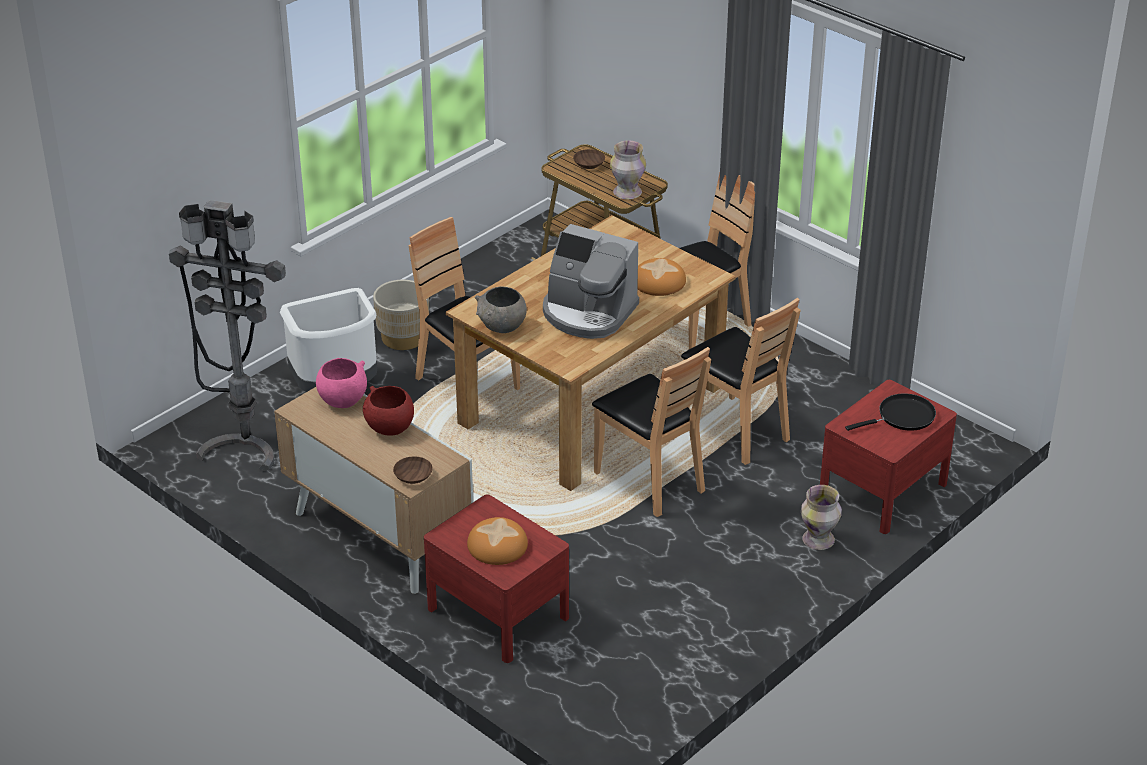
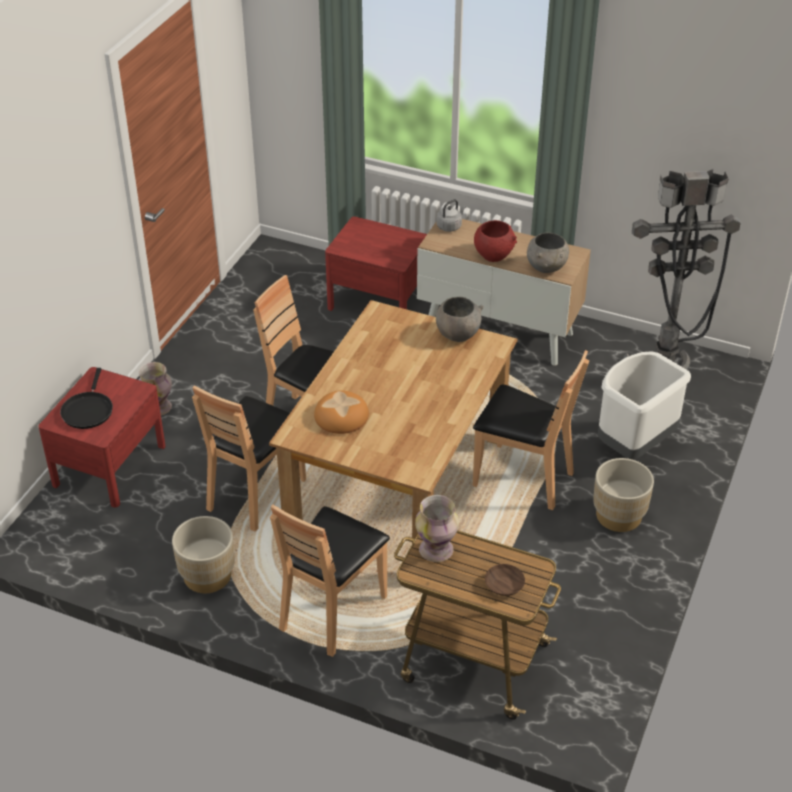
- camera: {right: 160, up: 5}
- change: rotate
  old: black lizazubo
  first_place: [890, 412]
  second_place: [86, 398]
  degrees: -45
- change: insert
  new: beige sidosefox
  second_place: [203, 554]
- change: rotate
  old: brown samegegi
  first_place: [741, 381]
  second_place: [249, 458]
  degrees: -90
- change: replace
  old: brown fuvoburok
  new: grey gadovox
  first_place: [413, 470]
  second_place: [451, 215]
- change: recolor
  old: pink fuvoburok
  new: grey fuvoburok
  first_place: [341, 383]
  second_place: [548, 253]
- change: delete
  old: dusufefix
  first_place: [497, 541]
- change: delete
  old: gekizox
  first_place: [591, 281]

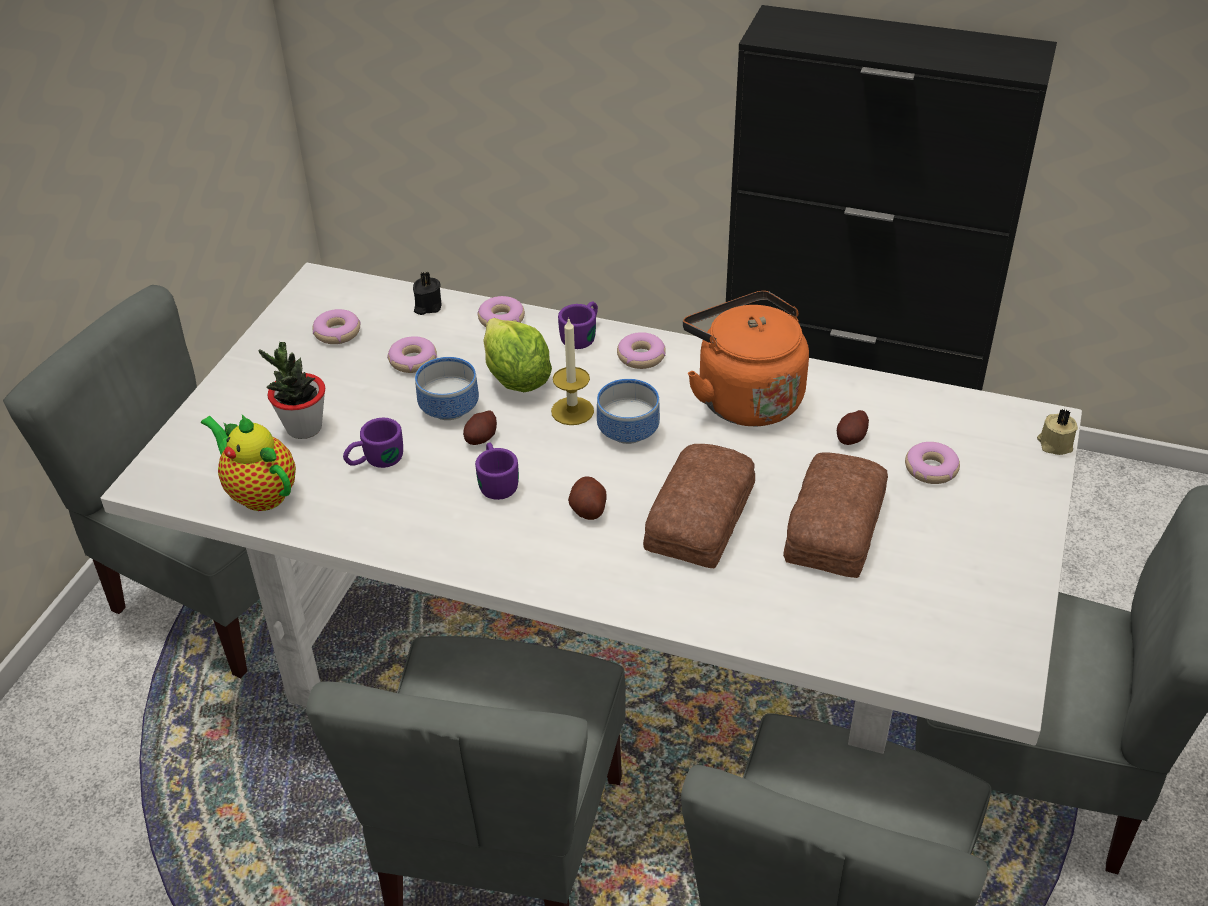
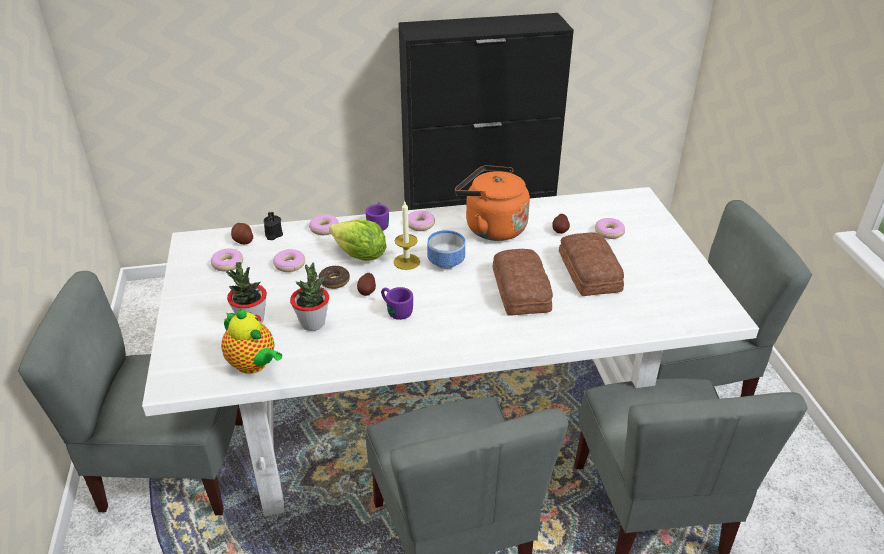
- camera: {right: -30, up: -5}
- change: rotate
  old: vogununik
  first_place: [248, 463]
  second_place: [251, 341]
  degrees: -150
- change: move
  old: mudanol
  first_place: [587, 498]
  second_place: [242, 233]
- change: replace
  old: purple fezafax
  new: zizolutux
  first_place: [373, 442]
  second_place: [309, 297]
- change: replace
  old: fuvoburok
  new: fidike
  first_place: [447, 388]
  second_place: [334, 277]
- change: delete
  old: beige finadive
  first_place: [1057, 432]

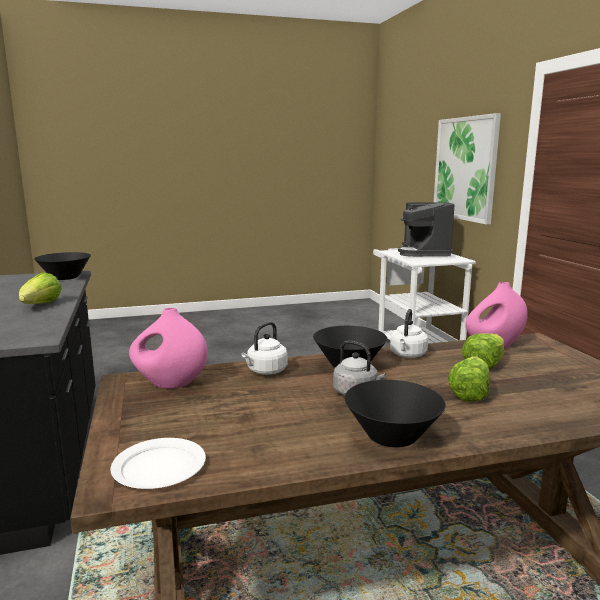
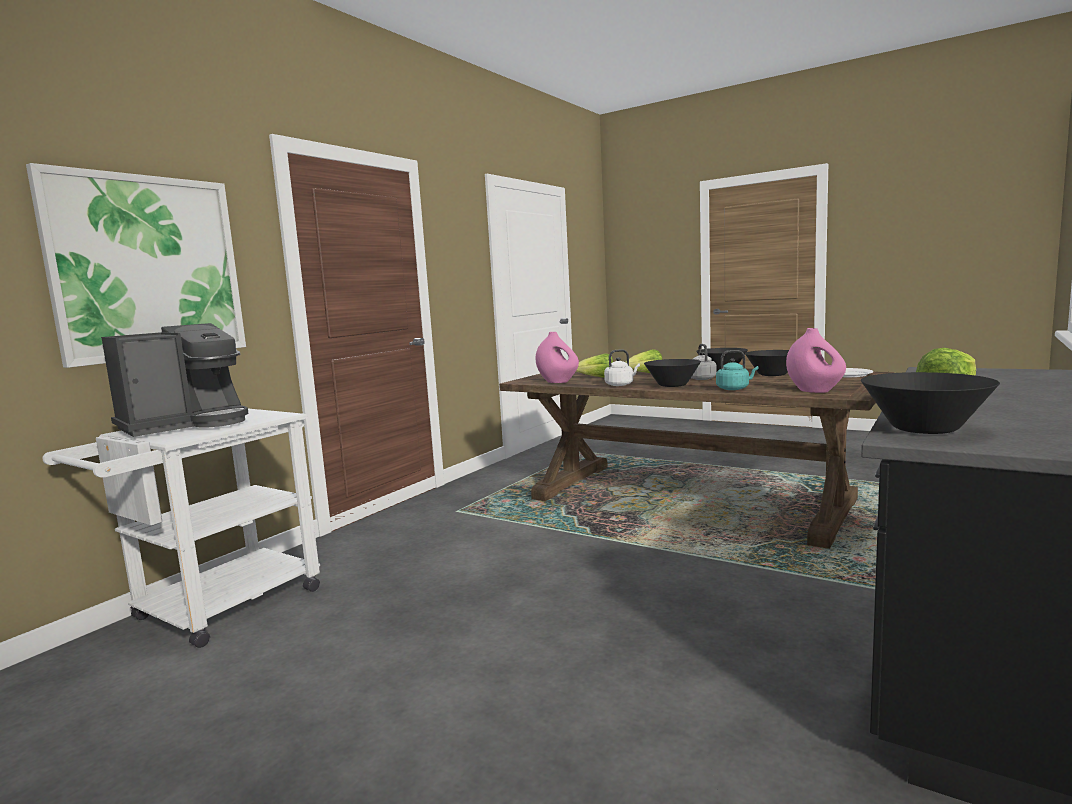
- camera: {right: -130, up: -5}
- change: recolor
  old: white gadovox
  new: turquoise gadovox
  first_place: [264, 348]
  second_place: [737, 370]
- change: insert
  new: black fuvoburok
  second_place: [767, 363]

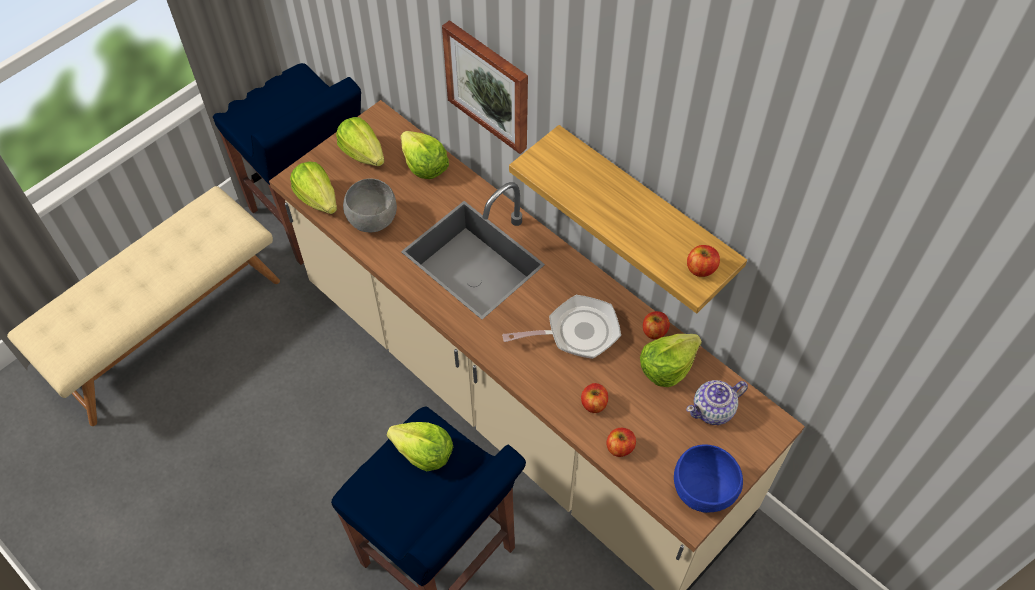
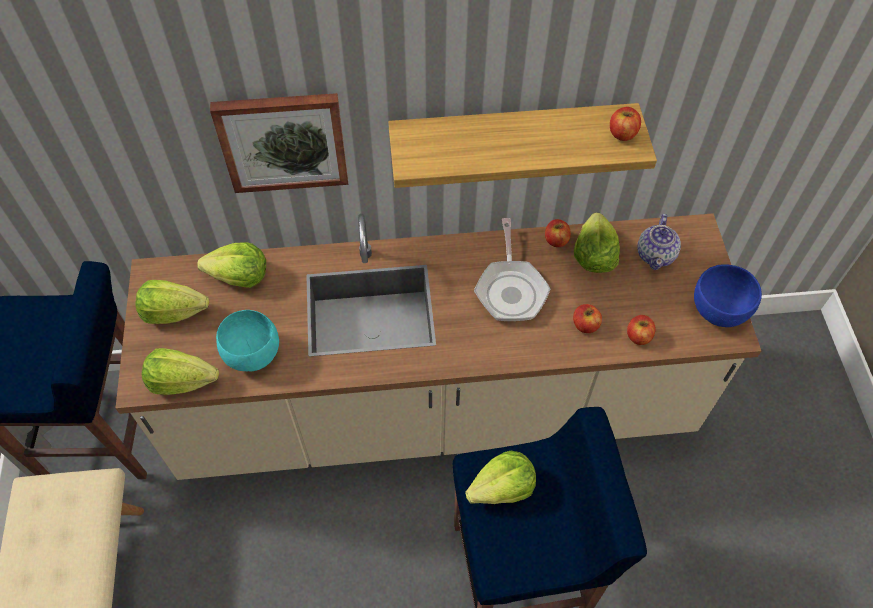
- camera: {right: -50, up: 0}
- change: recolor
  old: grey fuvoburok
  new: turquoise fuvoburok
  first_place: [370, 206]
  second_place: [247, 340]
- change: rotate
  old: lizazubo
  first_place: [561, 327]
  second_place: [512, 269]
  degrees: 150

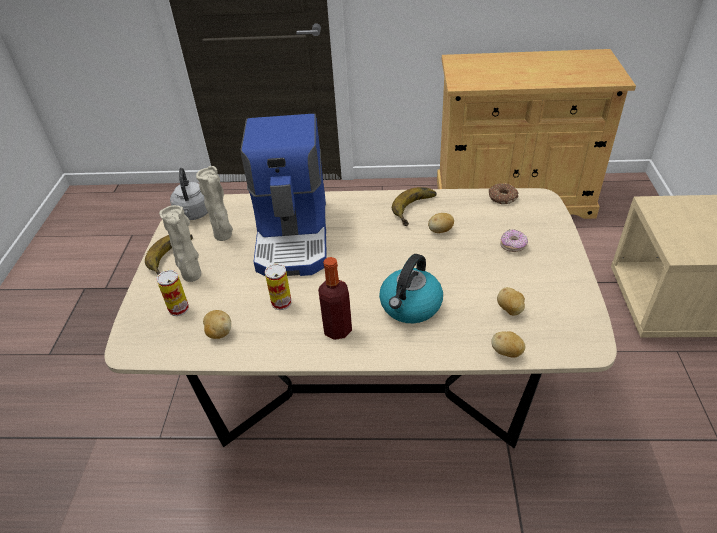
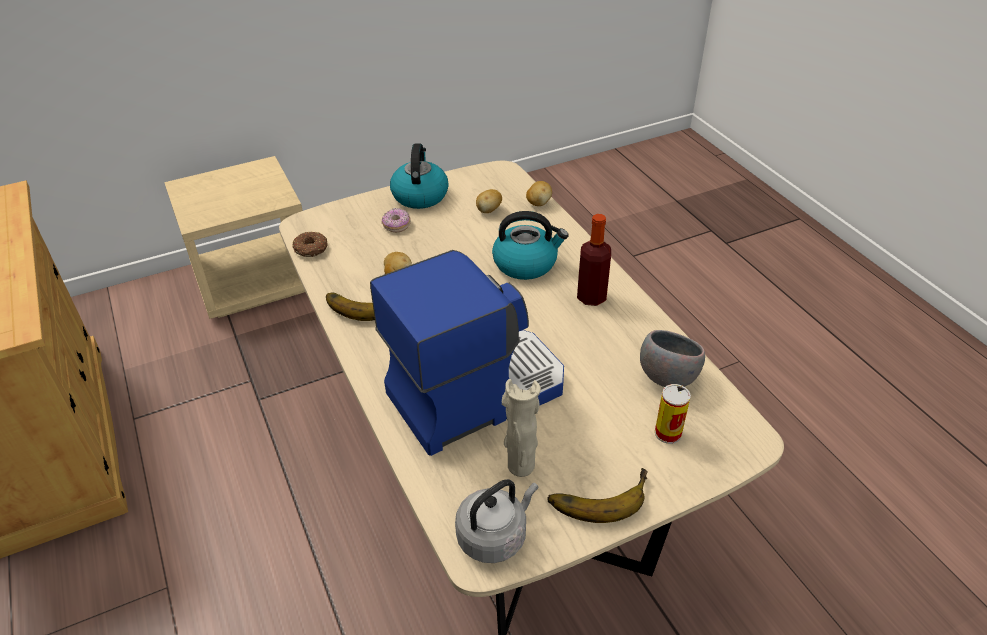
- camera: {right: -120, up: 0}
- change: insert
  new: gadovox
  second_place: [419, 176]
- change: replace
  old: mudanol
  new: grey fuvoburok
  first_place: [217, 324]
  second_place: [672, 358]
- change: delete
  old: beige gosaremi
  first_place: [180, 243]
- change: delete
  old: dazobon
  first_place: [278, 287]

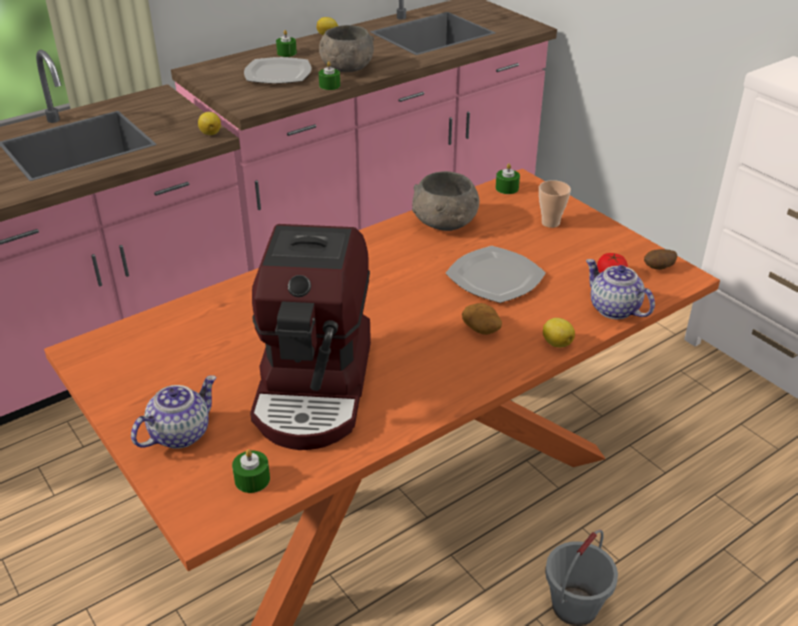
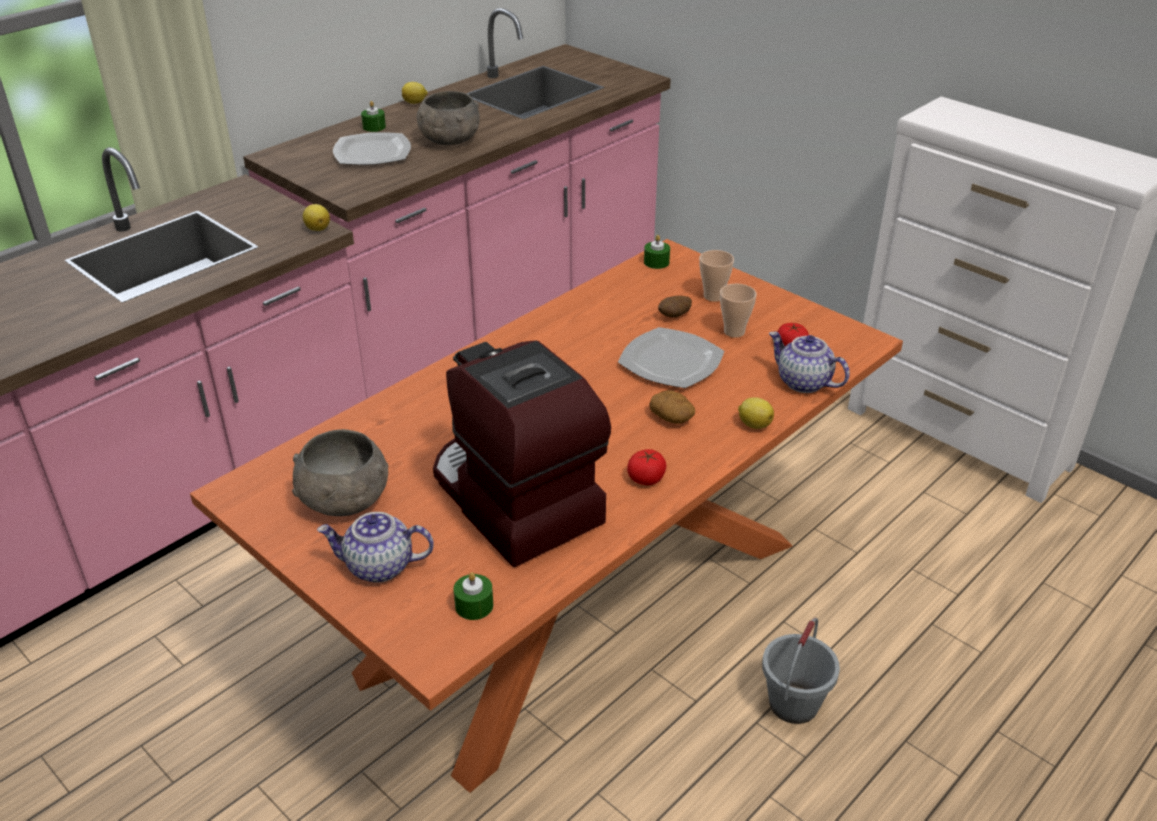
- camera: {right: -10, up: 0}
- change: move
  old: grey fuvoburok
  first_place: [445, 201]
  second_place: [340, 472]
- change: rotate
  old: vogununik
  first_place: [174, 412]
  second_place: [375, 547]
  degrees: -120
- change: rotate
  old: gekizox
  first_place: [310, 337]
  second_place: [522, 453]
  degrees: 150
- change: insert
  new: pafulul
  second_place: [646, 467]
- change: move
  old: mudanol
  first_place: [660, 259]
  second_place: [675, 307]
- change: insert
  new: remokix
  second_place: [738, 311]
- change: delete
  old: green finadive
  first_place: [329, 75]

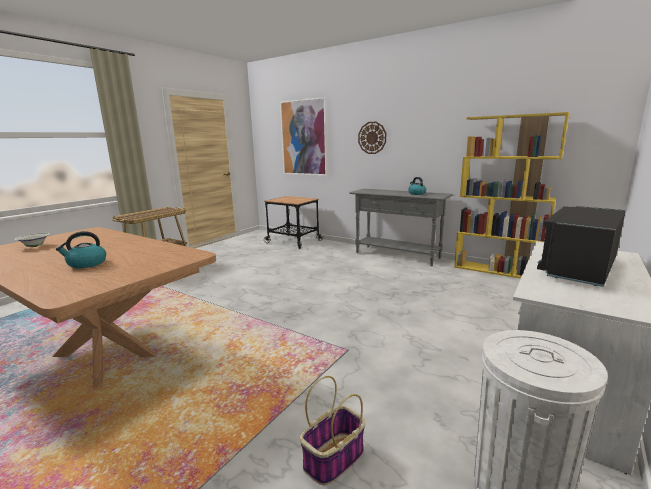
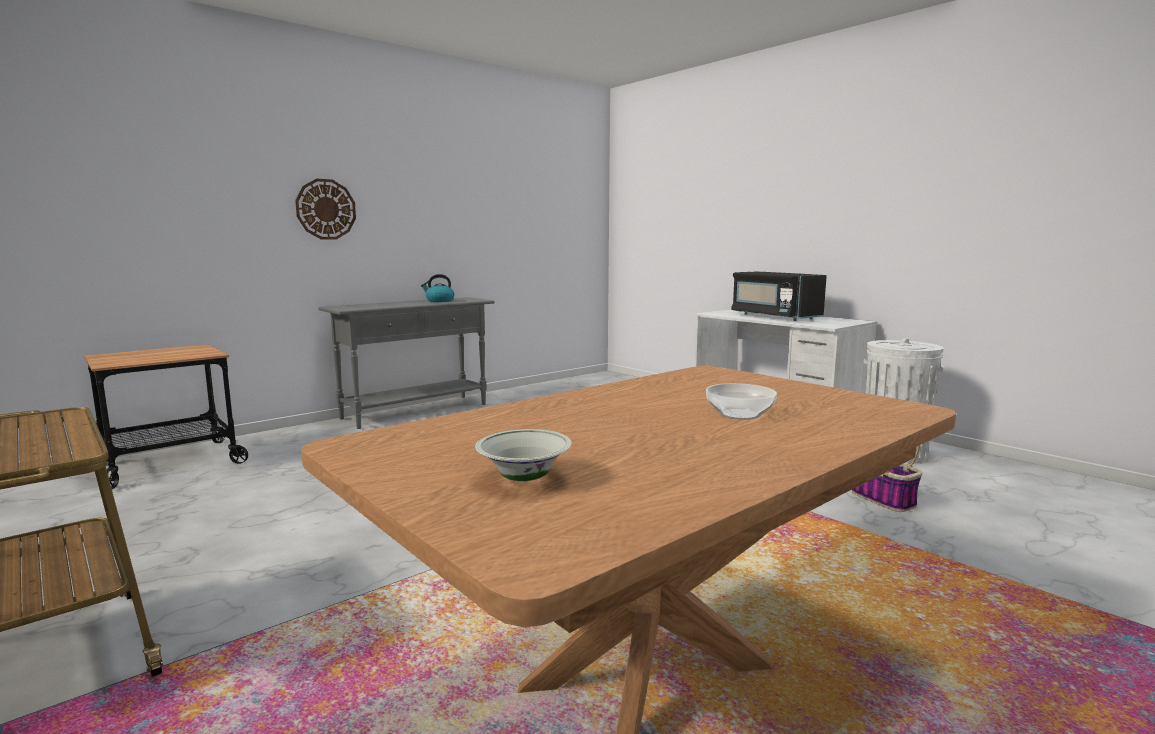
- camera: {right: -75, up: -5}
- change: replace
  old: gadovox
  new: fuvoburok
  first_place: [81, 249]
  second_place: [741, 401]
- change: delete
  old: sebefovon
  first_place: [304, 136]
- change: delete
  old: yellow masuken
  first_place: [511, 195]

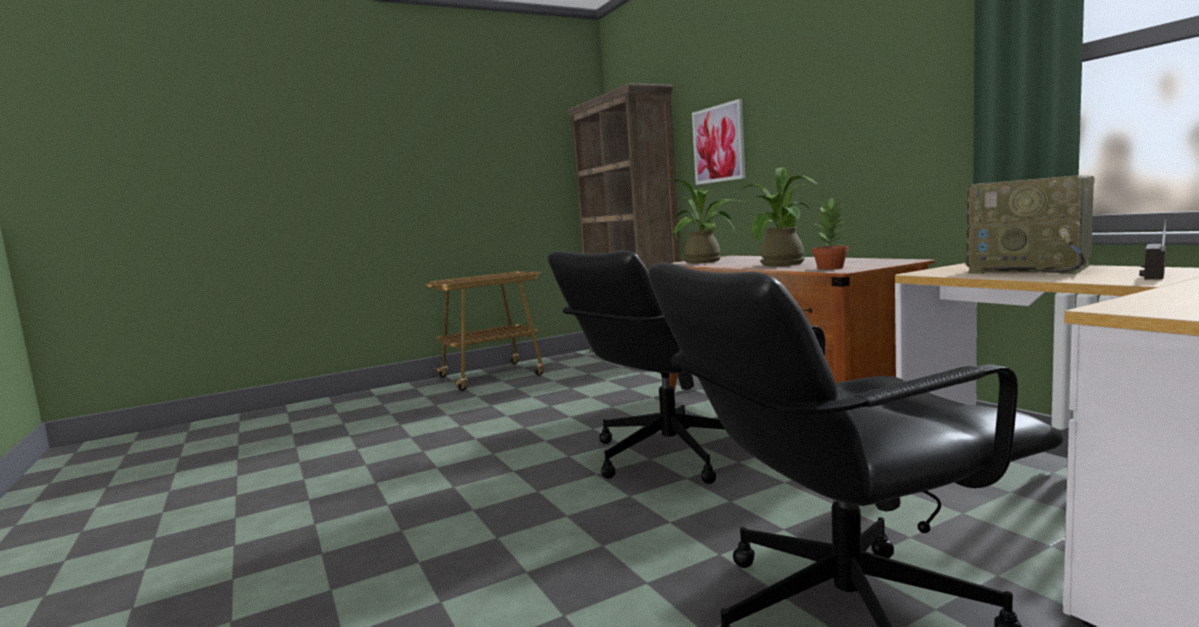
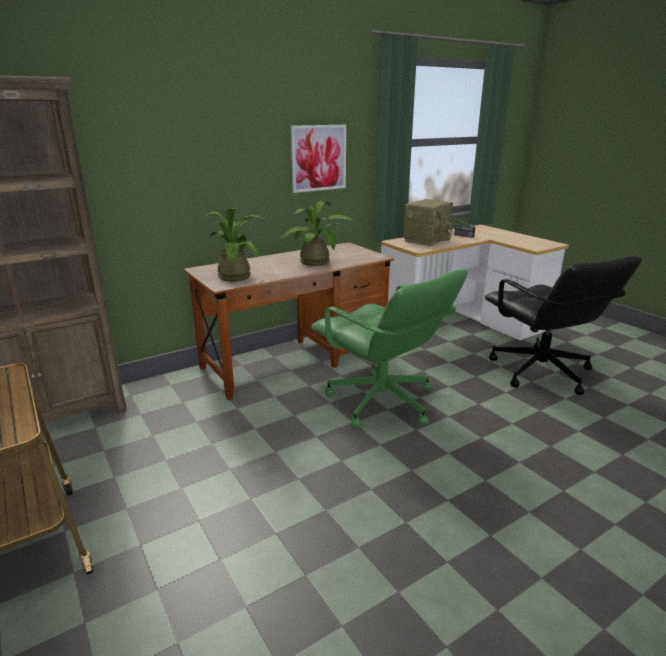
- camera: {right: -95, up: 15}
- change: move
  old: sebefovon
  first_place: [718, 142]
  second_place: [318, 159]
- change: recolor
  old: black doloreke
  new: green doloreke
  first_place: [636, 367]
  second_place: [389, 348]
- change: delete
  old: zizolutux
  first_place: [830, 233]

